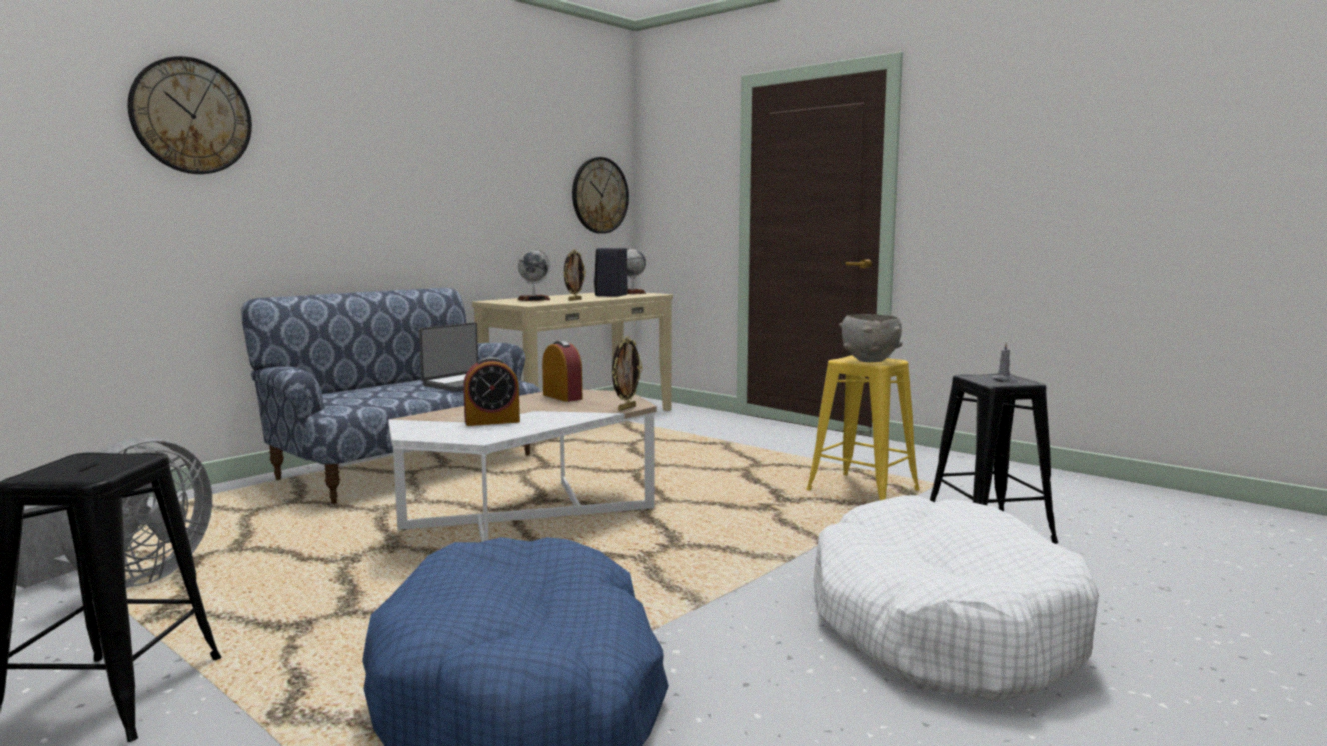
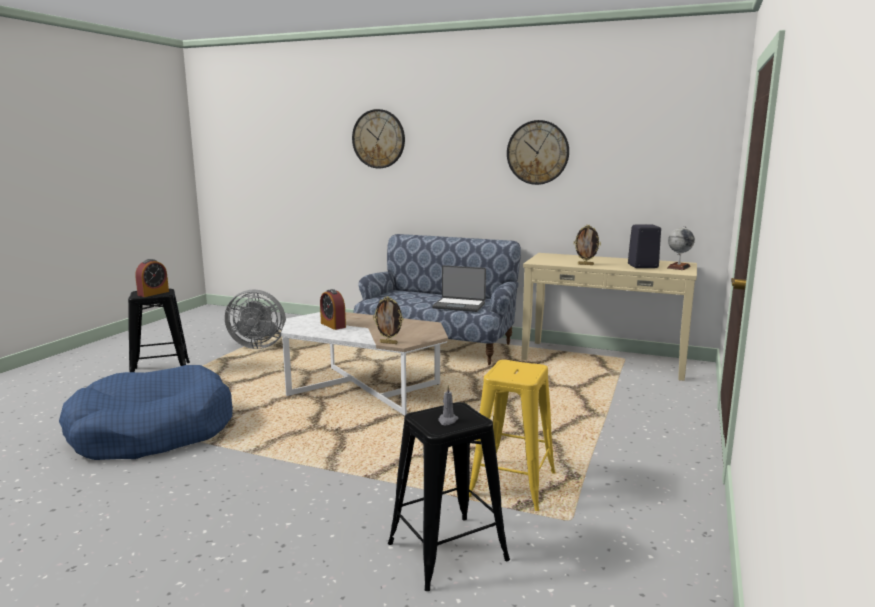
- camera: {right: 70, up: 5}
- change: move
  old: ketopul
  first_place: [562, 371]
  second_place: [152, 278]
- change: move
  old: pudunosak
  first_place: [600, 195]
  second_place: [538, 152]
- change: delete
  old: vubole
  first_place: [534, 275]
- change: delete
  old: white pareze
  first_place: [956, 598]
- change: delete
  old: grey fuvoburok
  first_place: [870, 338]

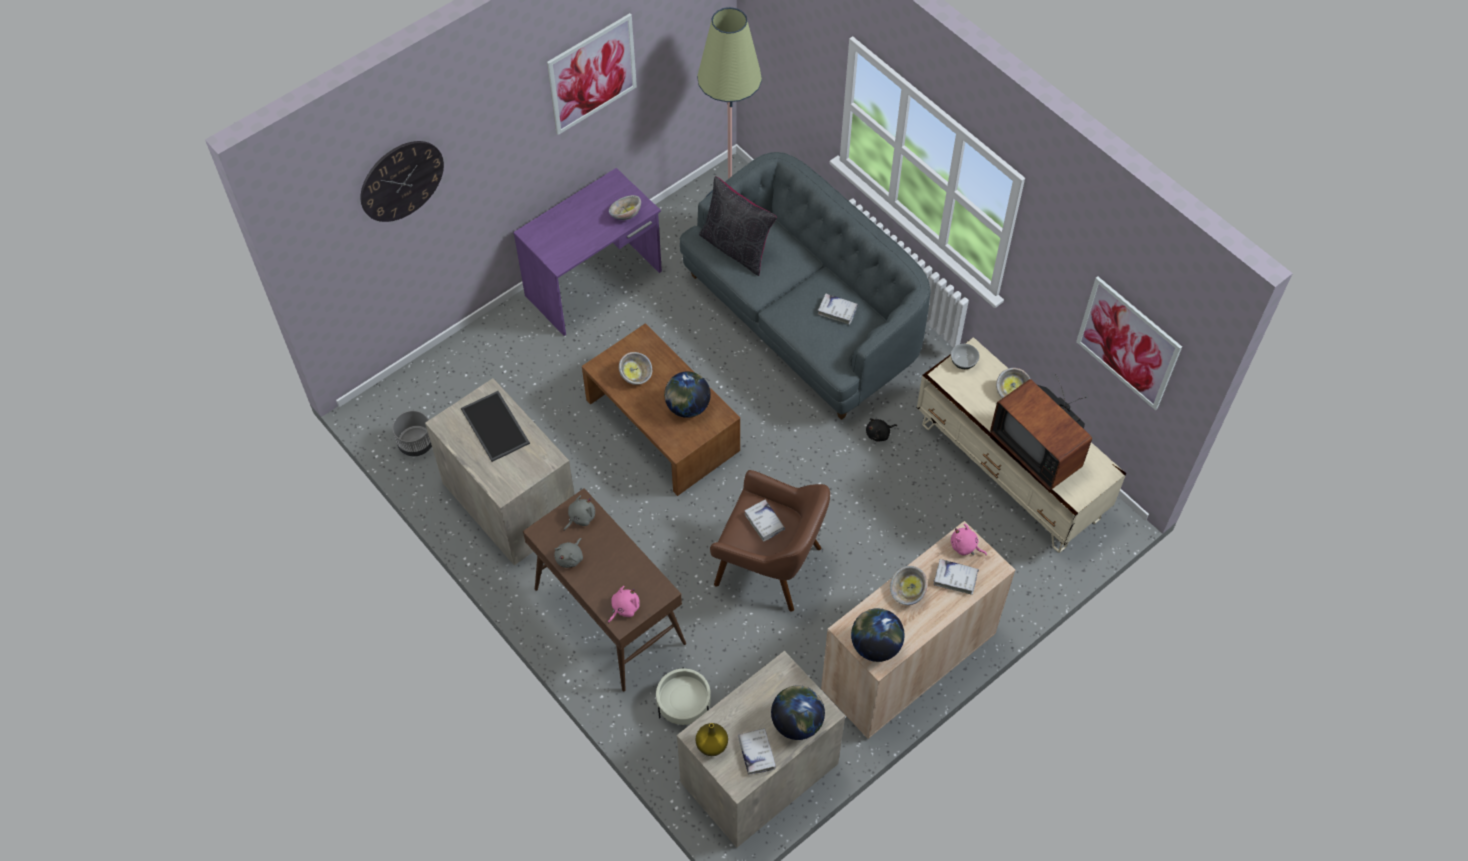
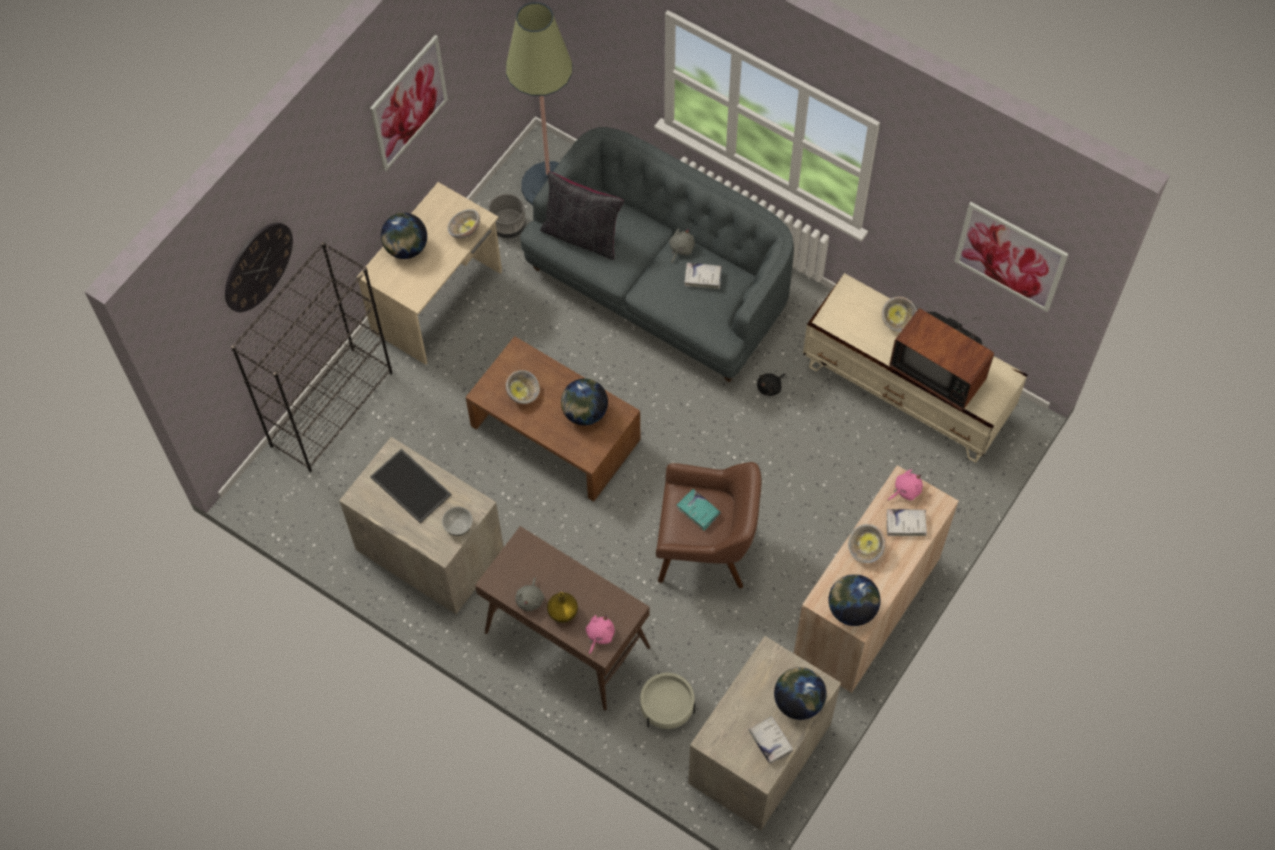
- camera: {right: -15, up: 5}
- change: insert
  new: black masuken
  second_place: [311, 357]
- change: recolor
  old: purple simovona
  new: beige simovona
  first_place: [587, 252]
  second_place: [429, 273]
- change: insert
  new: vubole
  second_place: [404, 236]
- change: move
  old: fuvoburok
  first_place: [965, 356]
  second_place: [457, 521]
- change: move
  old: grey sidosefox
  first_place: [412, 433]
  second_place: [507, 216]
- change: move
  old: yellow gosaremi
  first_place: [711, 739]
  second_place: [562, 607]
- change: move
  old: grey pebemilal
  first_place: [579, 513]
  second_place: [682, 245]
- change: recolor
  old: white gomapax
  new: turquoise gomapax
  first_place: [764, 521]
  second_place: [698, 510]
- change: rotate
  old: pink pebemilal
  first_place: [969, 539]
  second_place: [905, 485]
  degrees: 135

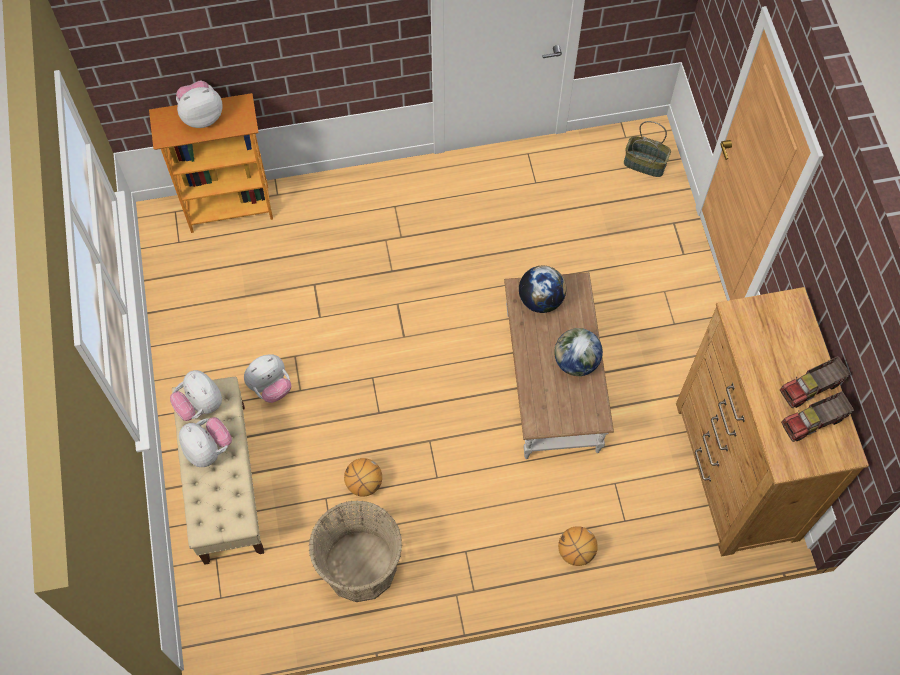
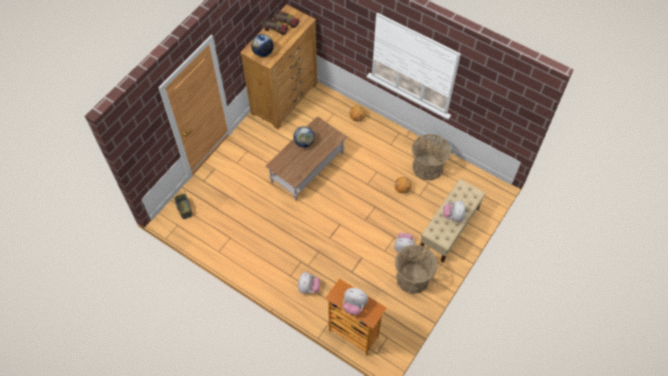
- camera: {right: -135, up: -5}
- change: move
  old: vubole
  first_place: [542, 289]
  second_place: [262, 45]
- change: move
  old: pebemilal
  first_place: [196, 395]
  second_place: [309, 283]
- change: insert
  new: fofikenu
  second_place: [416, 269]

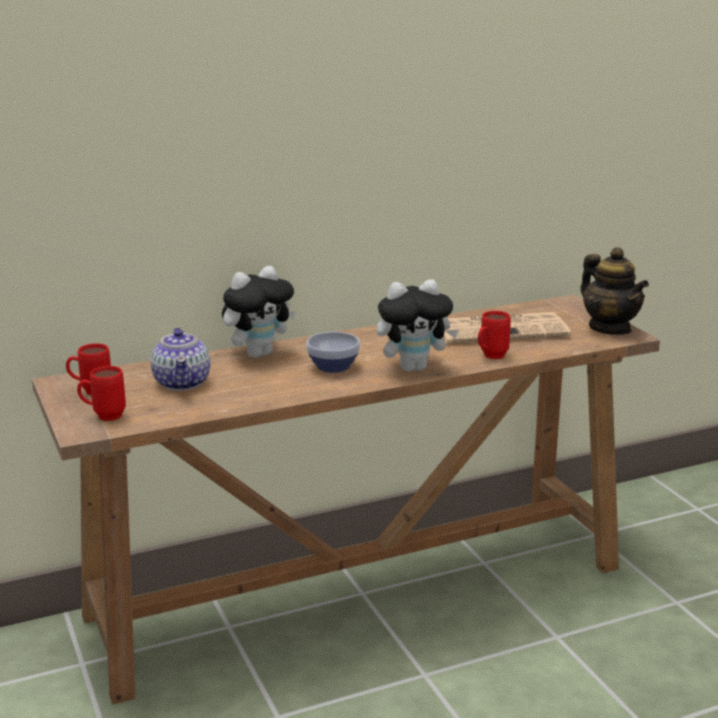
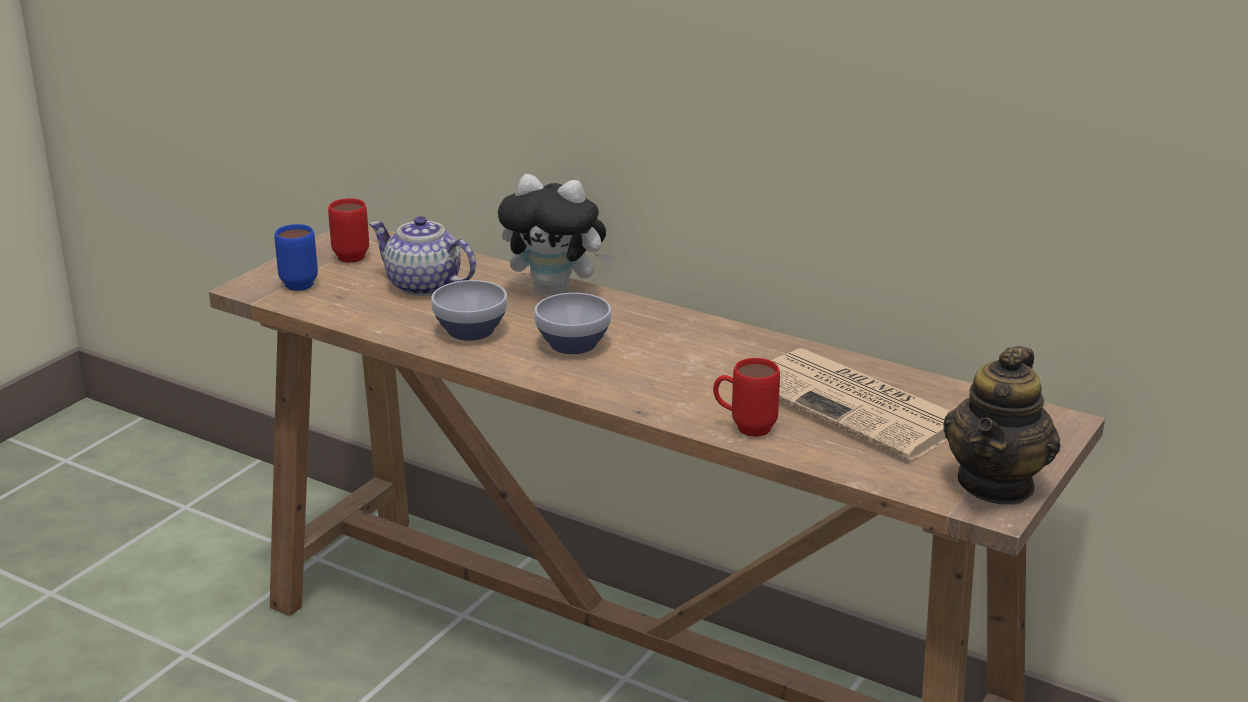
- camera: {right: 55, up: 5}
- change: recolor
  old: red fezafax
  new: blue fezafax
  first_place: [101, 393]
  second_place: [296, 257]
- change: rotate
  old: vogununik
  first_place: [181, 359]
  second_place: [422, 256]
  degrees: 75
- change: insert
  new: fuvoburok
  second_place: [469, 310]
- change: delete
  old: pebemilal
  first_place: [417, 325]

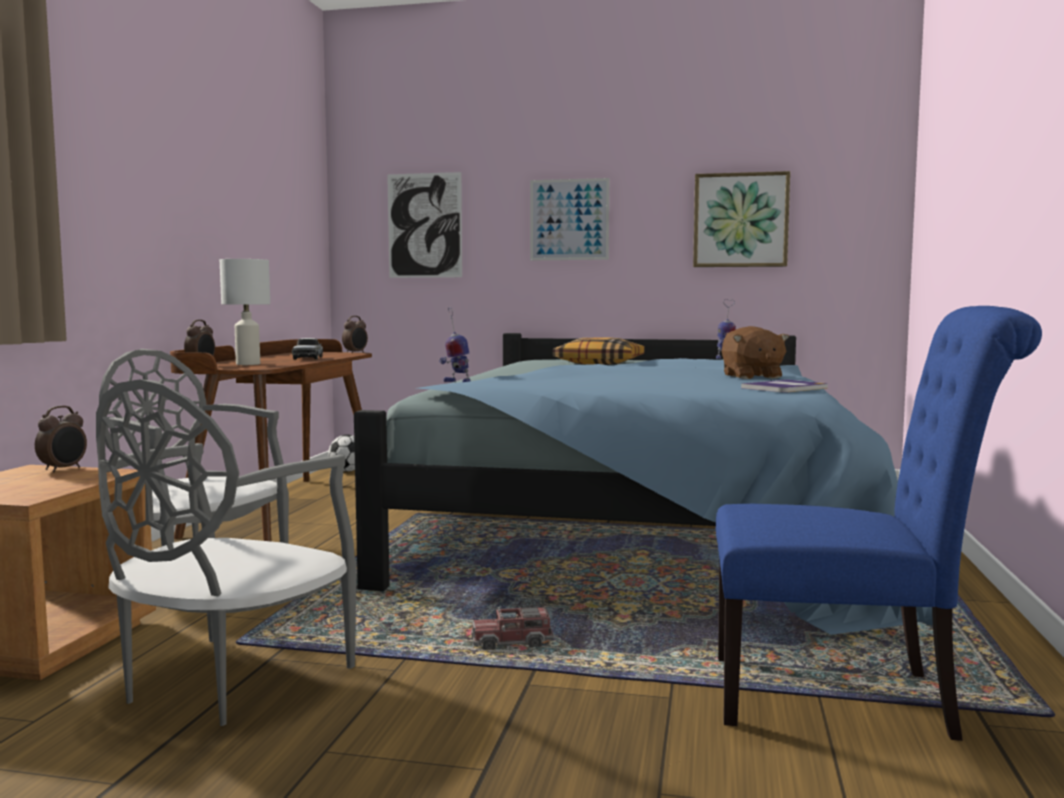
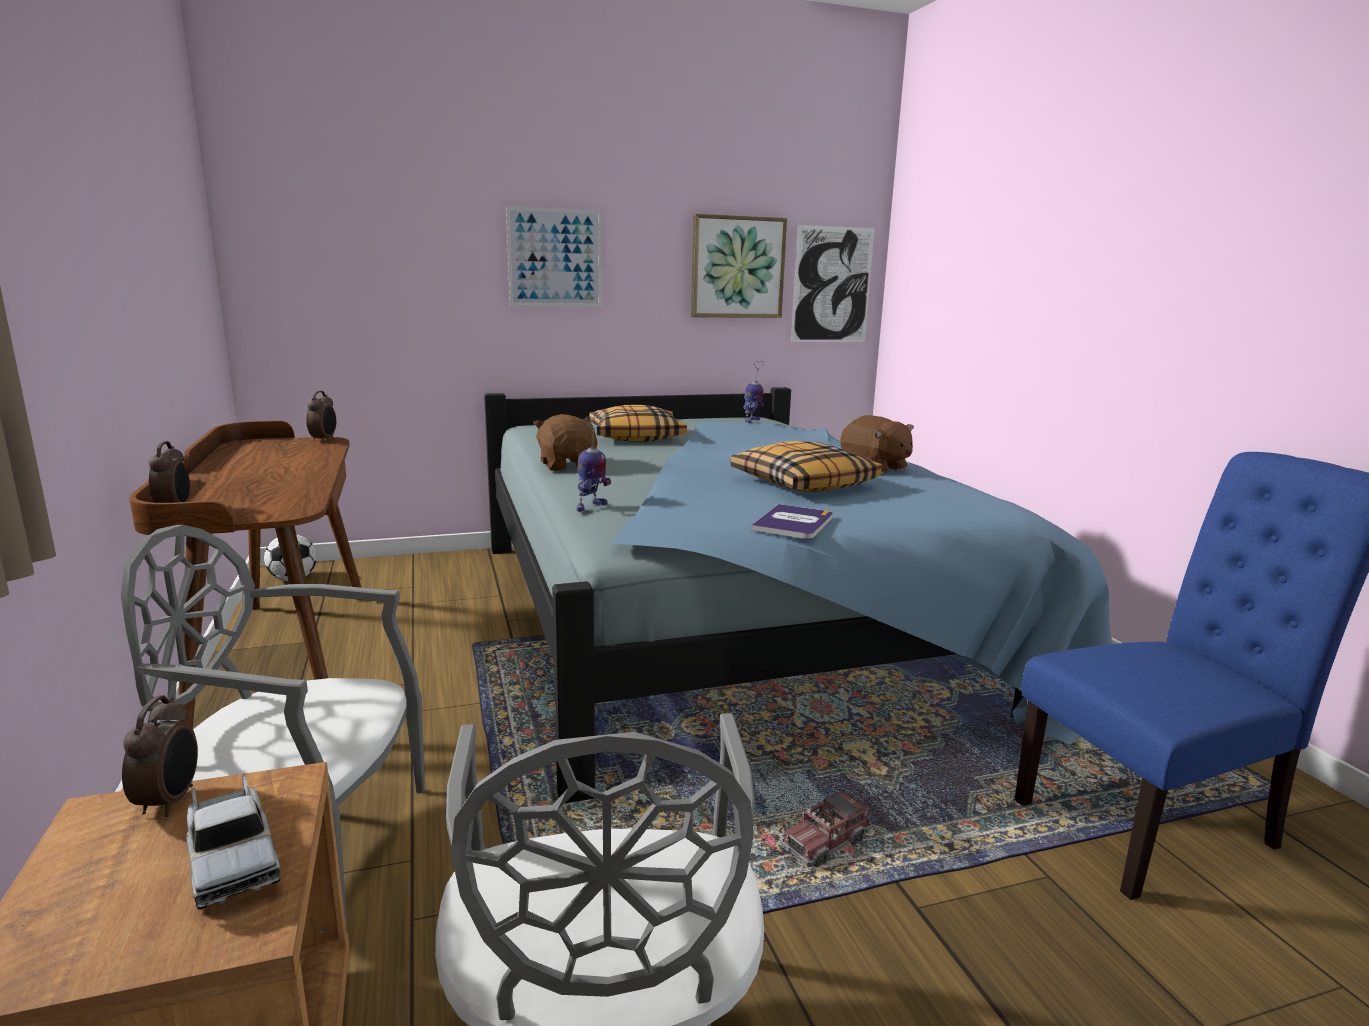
- camera: {right: -30, up: 10}
- change: move
  old: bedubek
  first_place: [307, 349]
  second_place: [233, 842]
- change: insert
  new: brown pebemilal
  second_place: [565, 442]
- change: rotate
  old: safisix
  first_place: [455, 344]
  second_place: [594, 464]
  degrees: -60
- change: insert
  new: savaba
  second_place: [806, 466]
- change: move
  old: gomapax
  first_place: [784, 386]
  second_place: [792, 521]
- change: move
  old: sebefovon
  first_place: [424, 225]
  second_place: [832, 283]
- change: delete
  old: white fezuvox
  first_place: [245, 312]

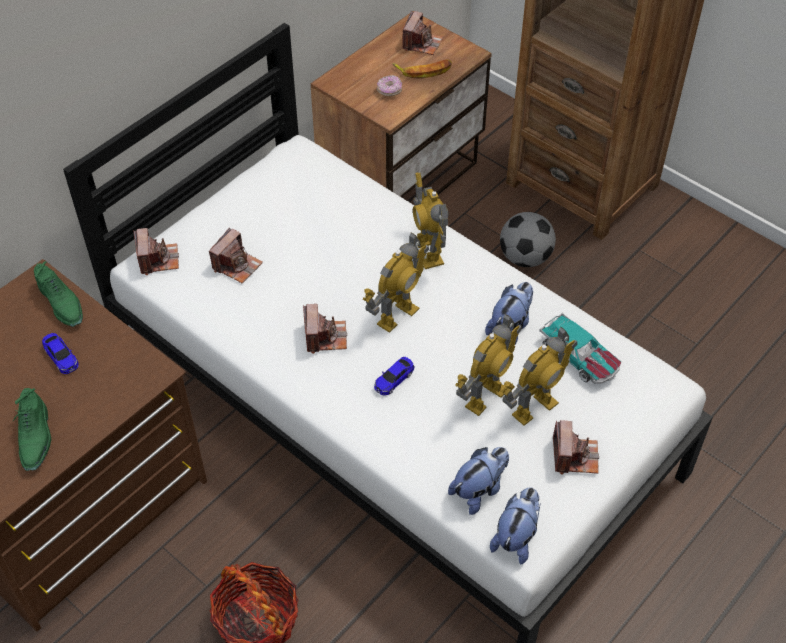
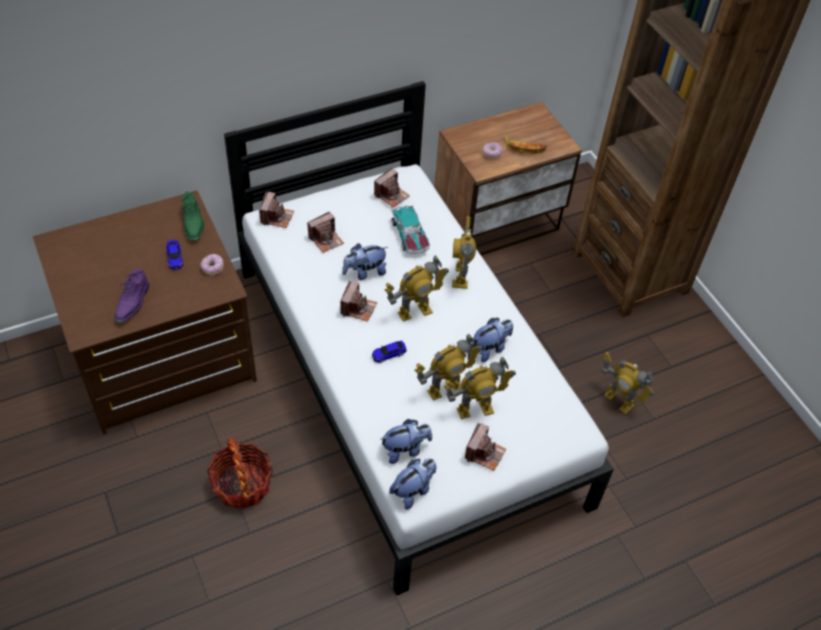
- camera: {right: 20, up: 0}
- change: recolor
  old: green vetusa
  new: purple vetusa
  first_place: [31, 429]
  second_place: [131, 295]
- change: insert
  new: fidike
  second_place: [212, 264]
- change: insert
  new: pebemilal
  second_place: [365, 261]
- change: move
  old: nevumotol
  first_place: [422, 33]
  second_place: [392, 188]
- change: move
  old: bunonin
  first_place: [580, 348]
  second_place: [410, 229]
- change: insert
  new: safisix
  second_place: [628, 383]
- change: delete
  old: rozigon
  first_place: [528, 239]

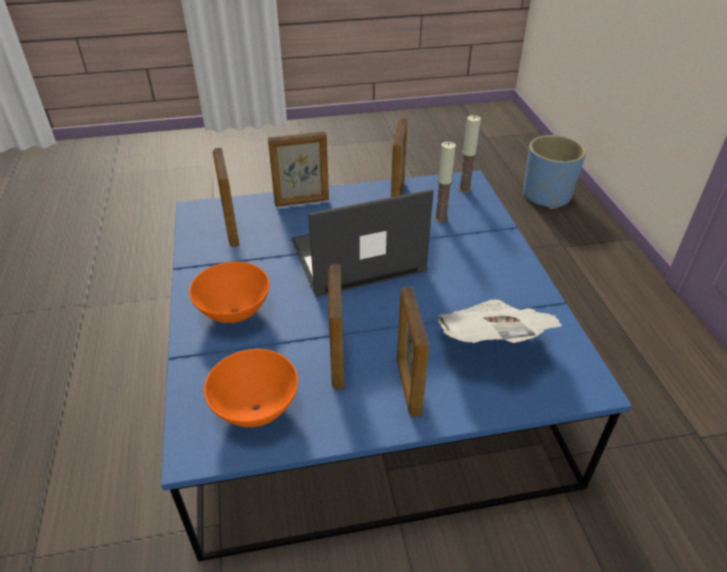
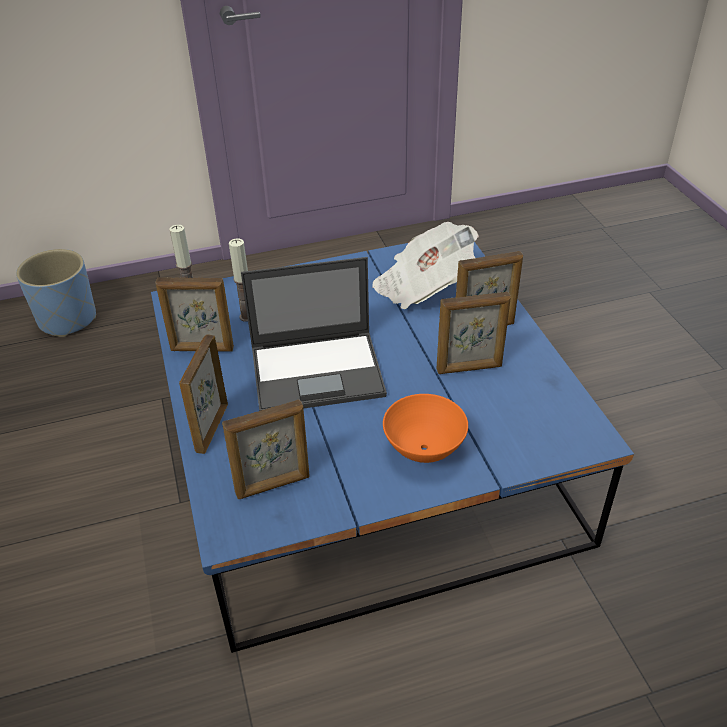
- camera: {right: -95, up: 0}
- change: rotate
  old: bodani
  first_place: [298, 169]
  second_place: [203, 394]
  degrees: -150
- change: rotate
  old: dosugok
  first_place: [362, 243]
  second_place: [314, 334]
  degrees: -75
- change: delete
  old: orange fuvoburok
  first_place: [251, 388]

